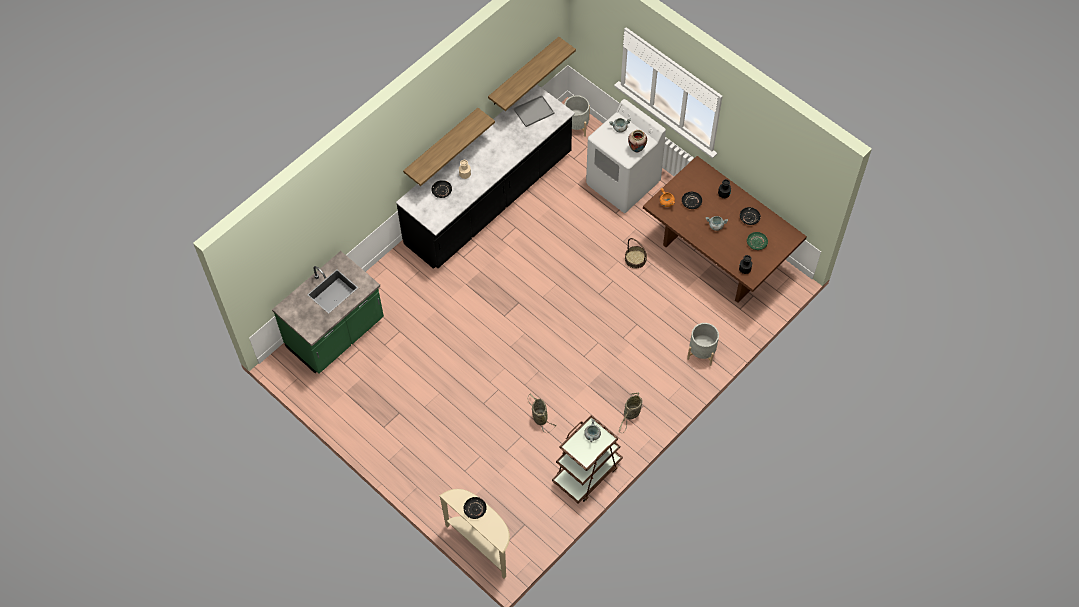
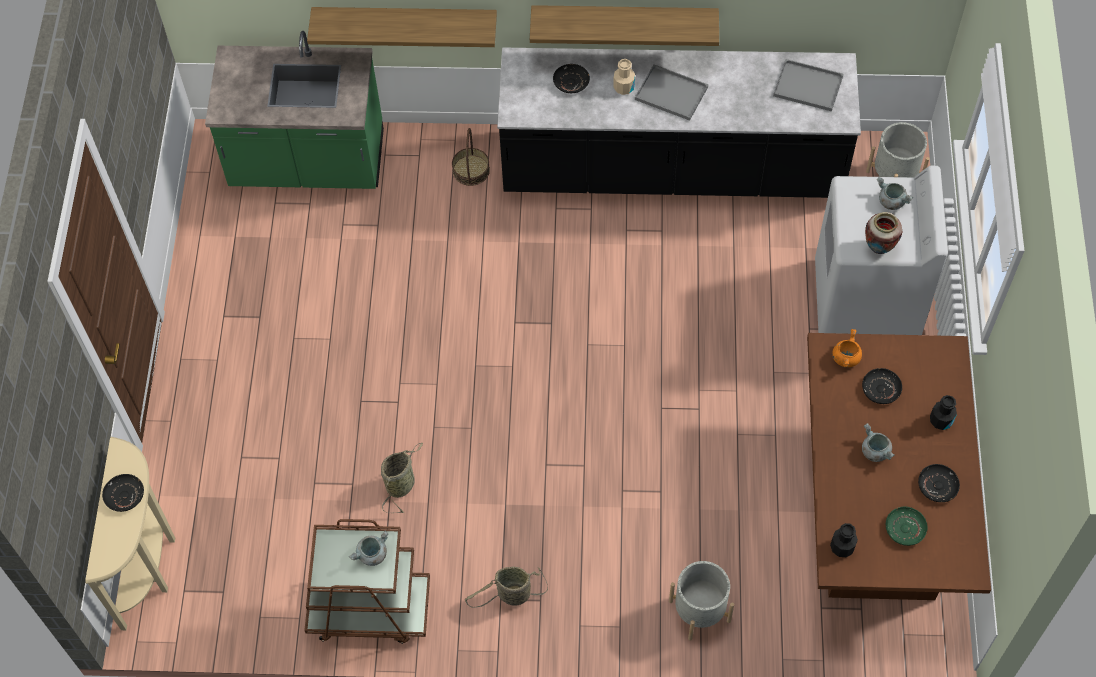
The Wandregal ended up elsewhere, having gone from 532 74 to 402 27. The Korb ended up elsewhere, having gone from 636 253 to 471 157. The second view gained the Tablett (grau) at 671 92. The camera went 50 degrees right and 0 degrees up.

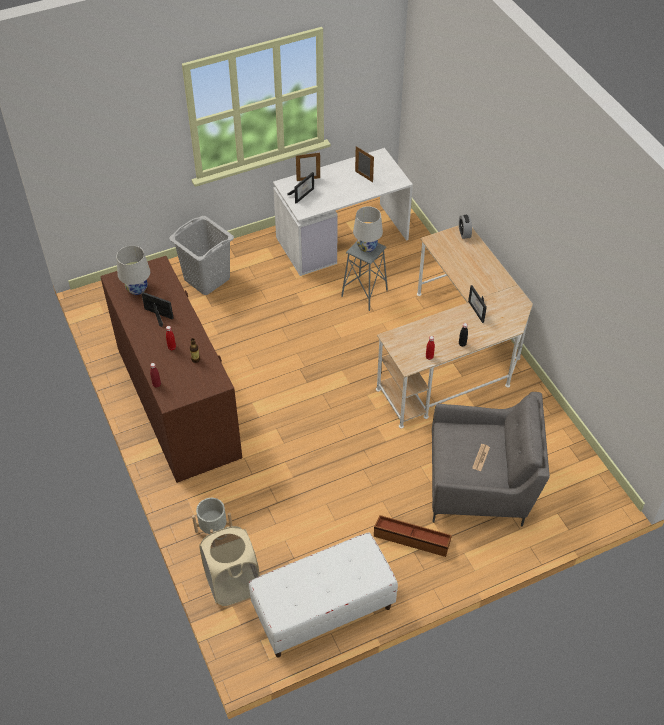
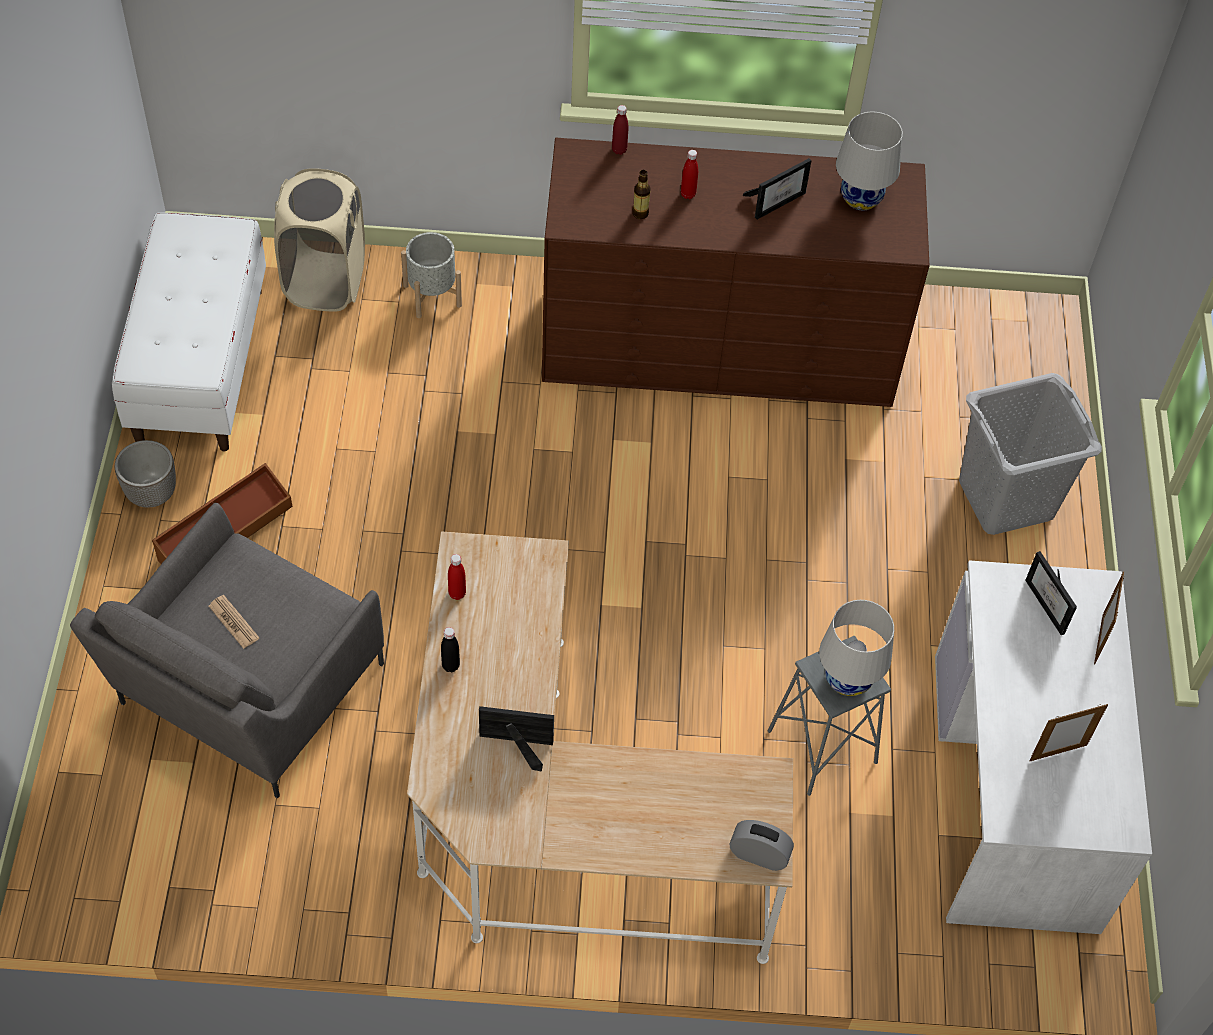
The second view gained the Pflanzkübel at 145 474. The camera went 115 degrees right and 5 degrees up.

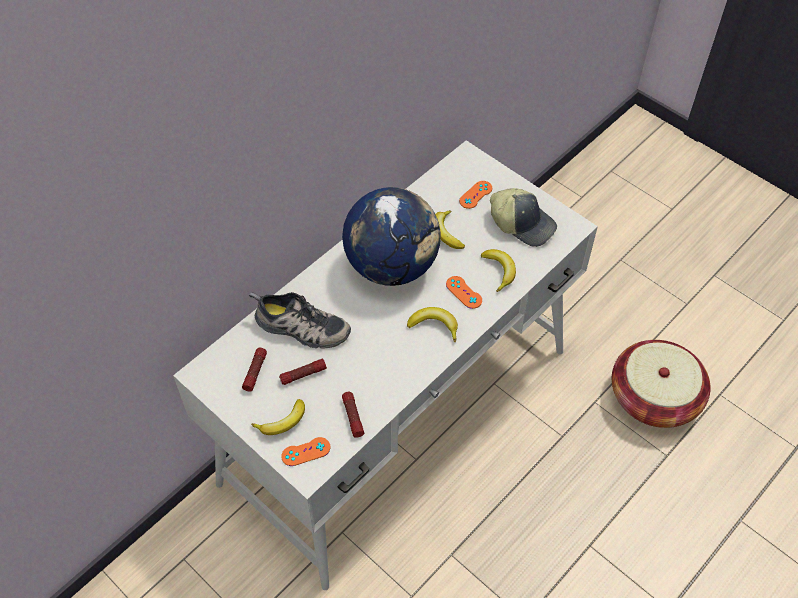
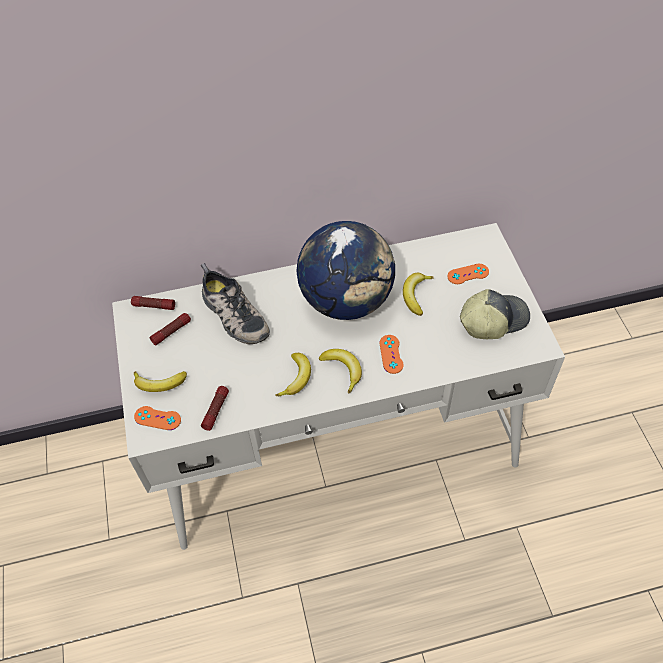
The Kappe at 523 217 ended up facing another way, 90 degrees counterclockwise from before. The Banane ended up elsewhere, having gone from 498 270 to 293 375. The second view lost the Korb at 661 384. The Taschenlampe ended up elsewhere, having gone from 303 371 to 153 303. The camera went 35 degrees right and 0 degrees up.

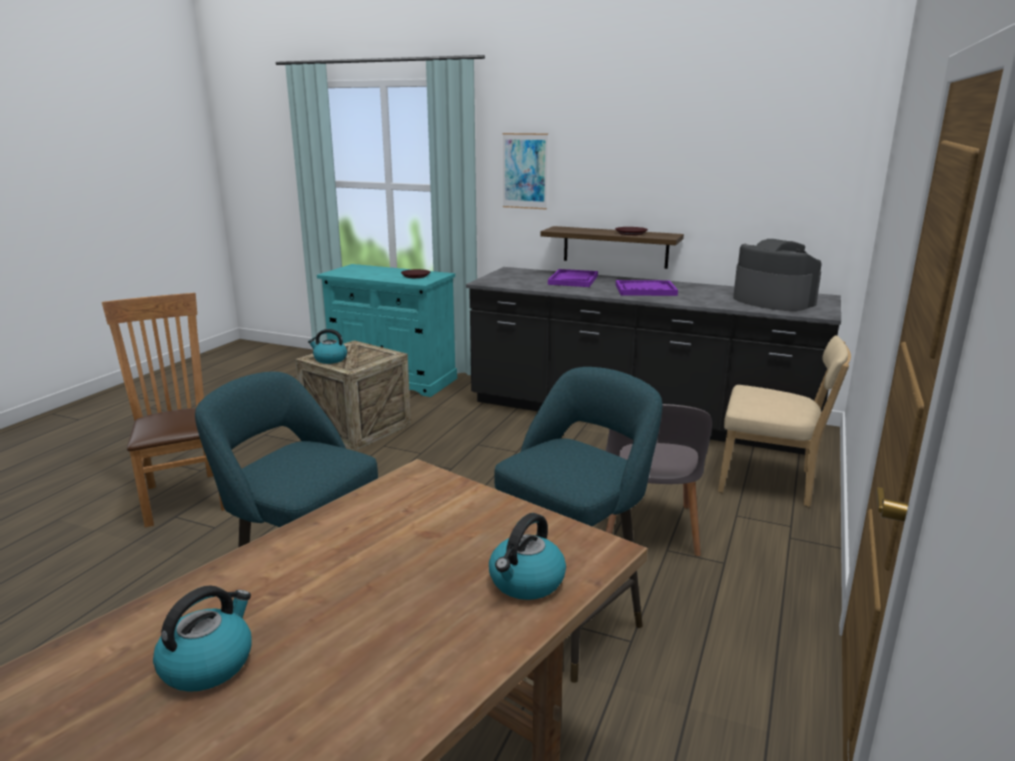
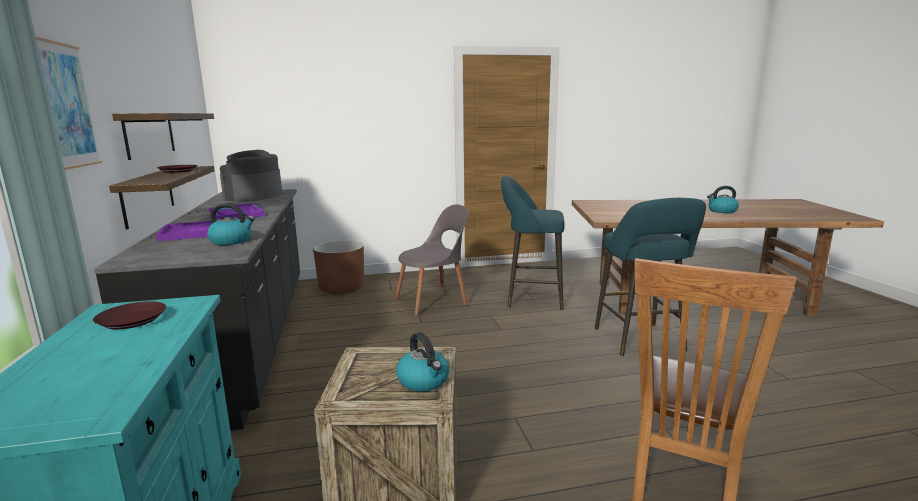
Where the Stuhl (beige) stood at 784 421, the Pflanzkübel (braun) came to stand at 338 267. The Wasserkessel ended up elsewhere, having gone from 527 556 to 231 224. The second view gained the Wandregal at 163 136. The camera went 125 degrees left and 5 degrees down.

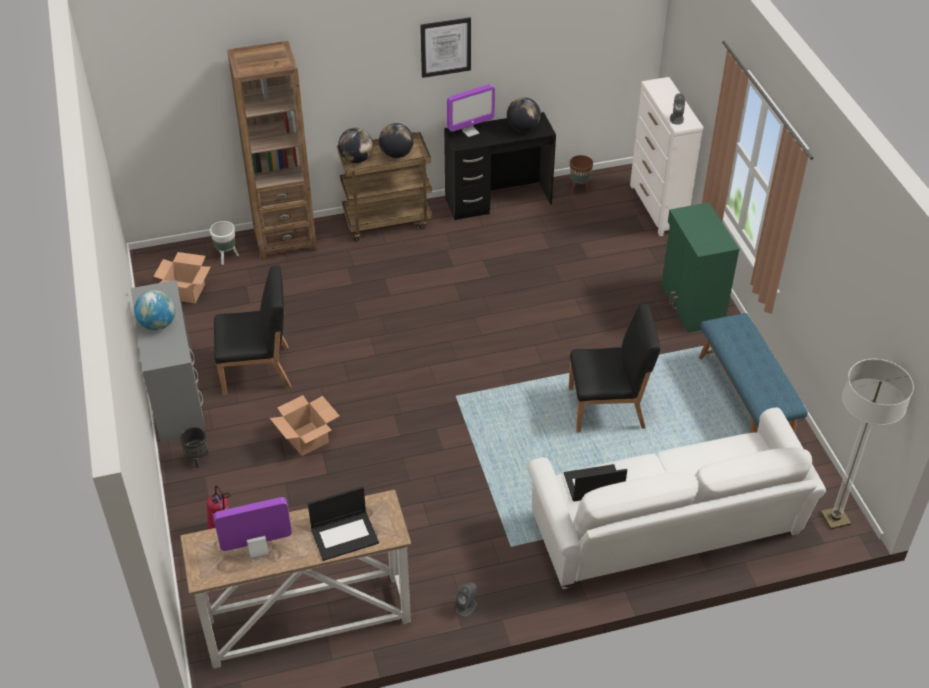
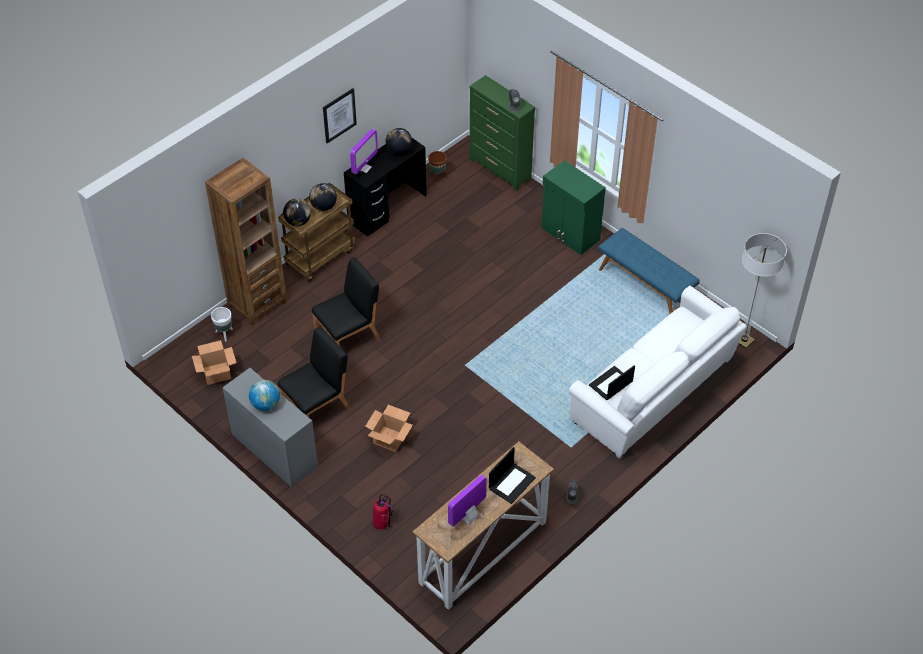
What was the Kommode (weiß) at 667 156 turned into the Kommode (grün) at 502 133. The Stuhl (schwarz) ended up elsewhere, having gone from 614 367 to 346 301. The second view lost the Pflanzkübel (schwarz) at 194 447. The camera went 30 degrees left and 5 degrees up.

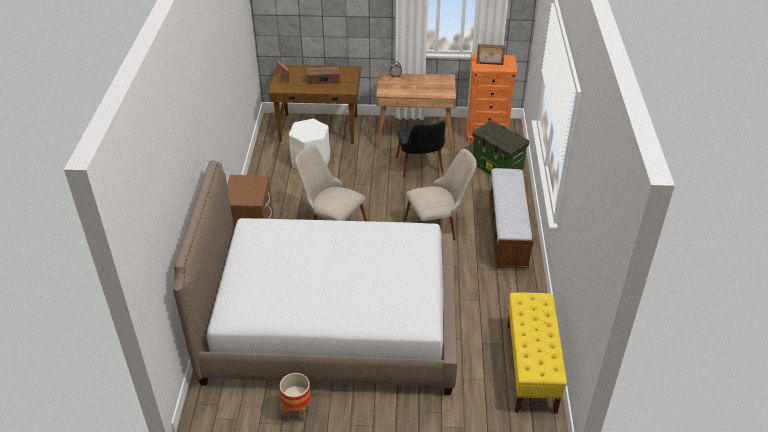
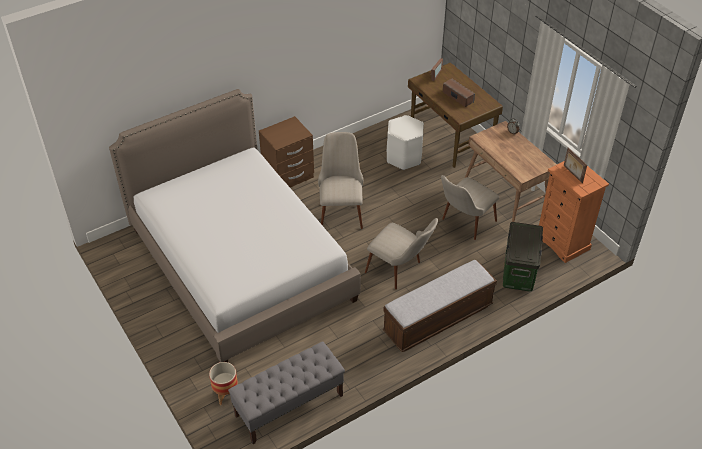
What was the Stuhl (schwarz) at 421 149 turned into the Stuhl (beige) at 470 207. What was the Bank (gelb) at 537 353 turned into the Bank (grau) at 286 392. The Pflanzkübel ended up elsewhere, having gone from 295 397 to 223 383. The camera went 55 degrees right and 5 degrees up.

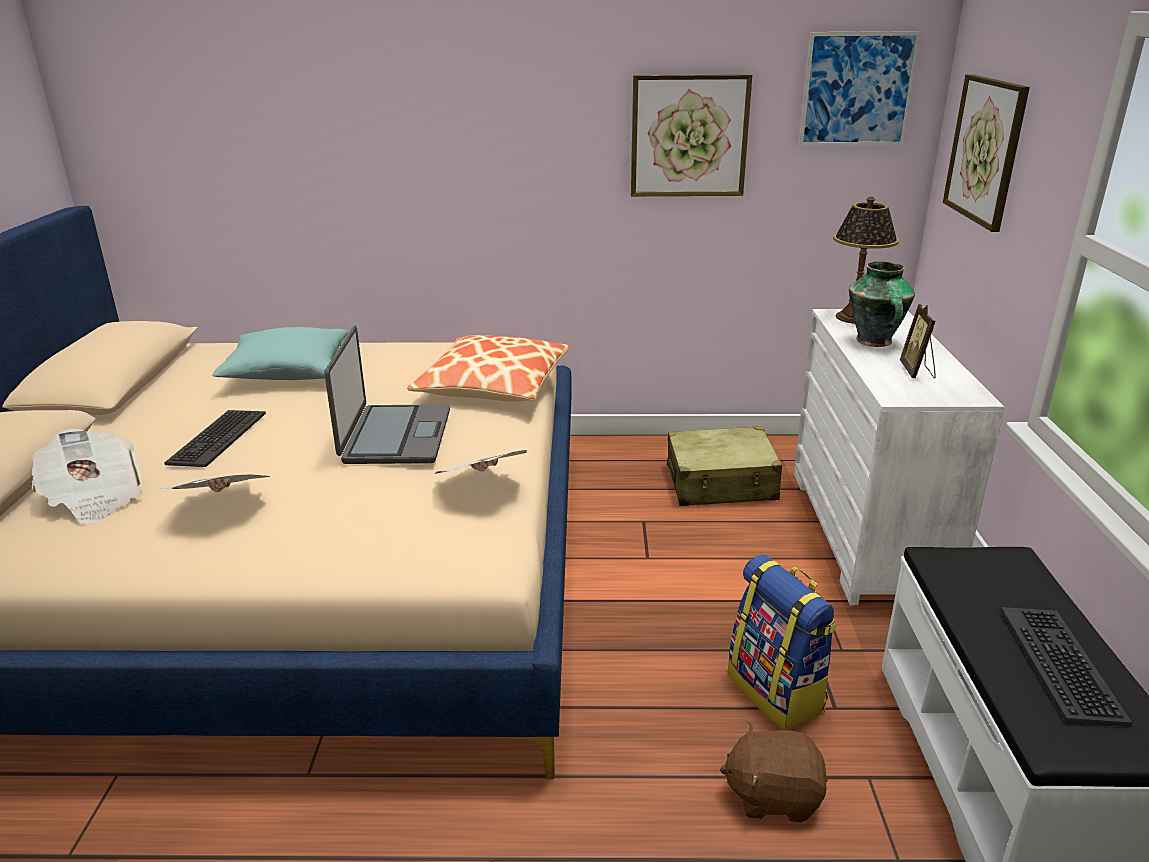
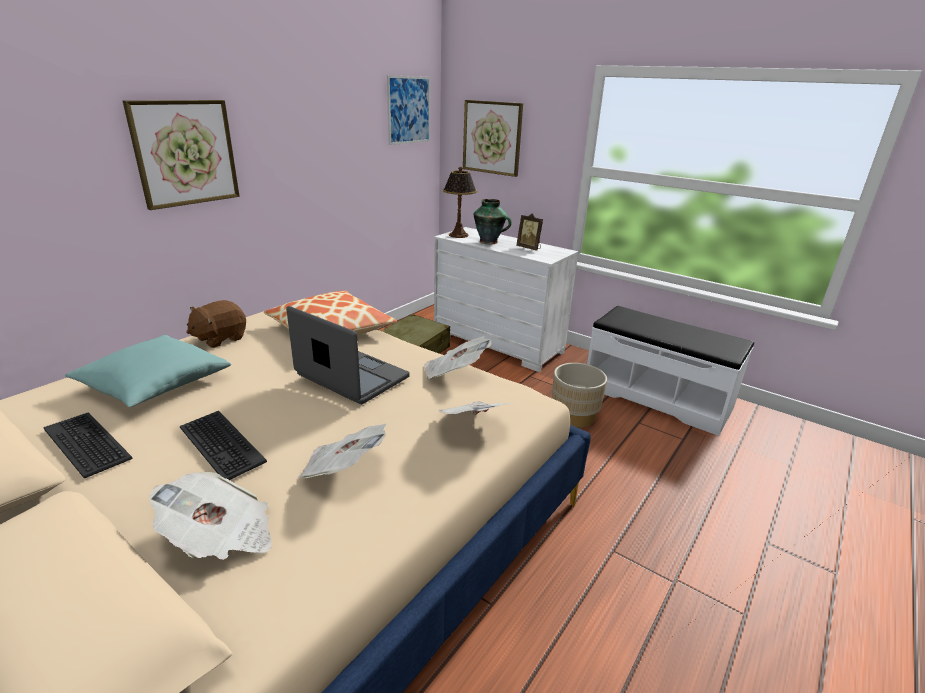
The Bild ended up elsewhere, having gone from 691 135 to 181 155. Where the Rucksack stood at 782 642, the Pflanzkübel (beige) came to stand at 579 395. The Tastatur ended up elsewhere, having gone from 1066 666 to 88 445. The Plüschtier (braun) ended up elsewhere, having gone from 774 772 to 216 324. The second view gained the Zeitung at 475 408. The camera went 55 degrees left and 0 degrees up.

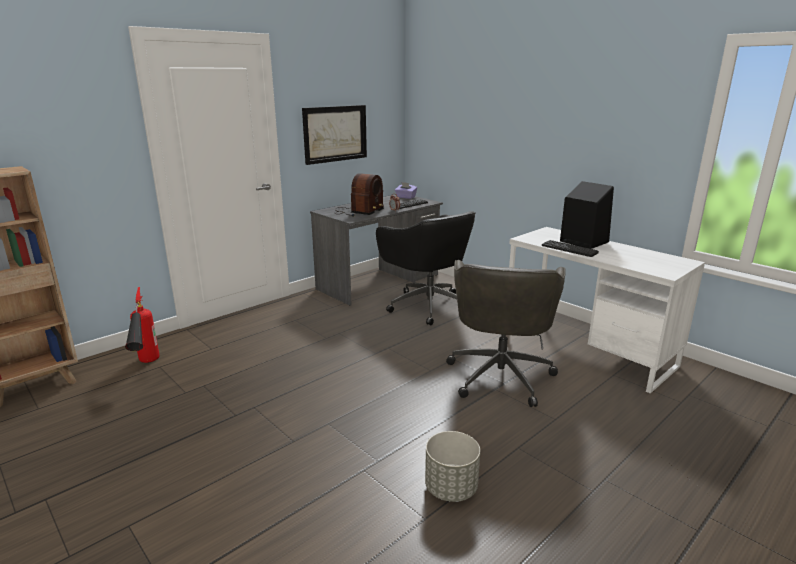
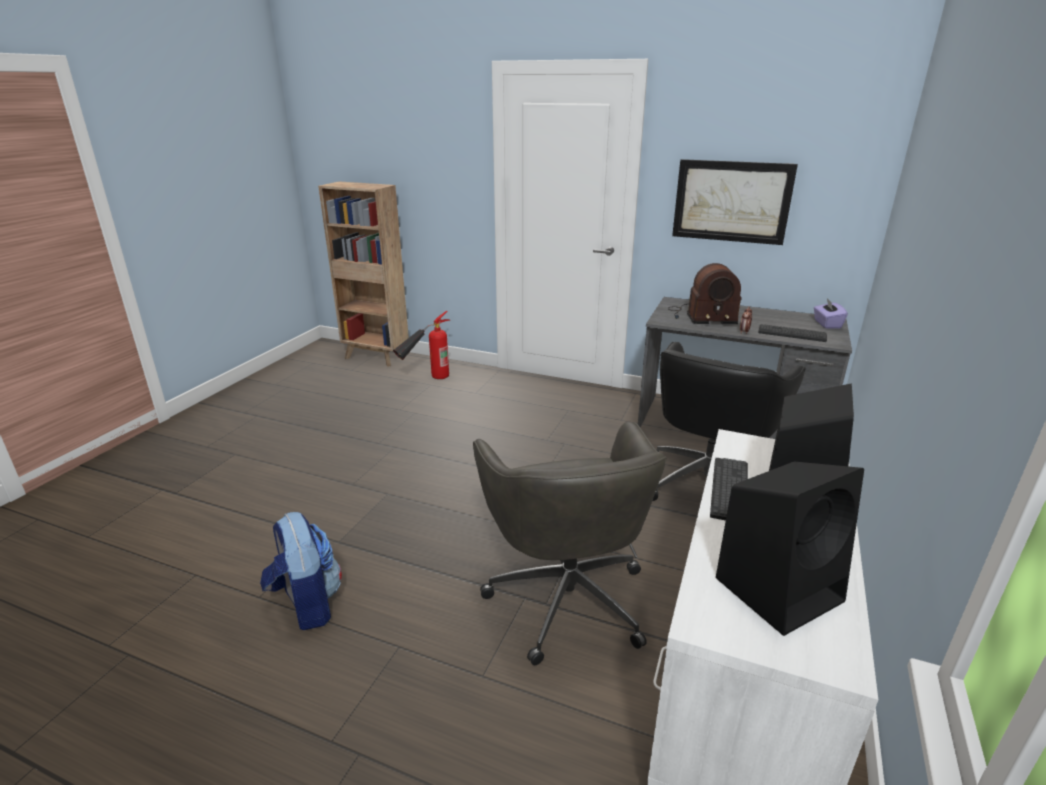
The Bürostuhl (grau) at 506 333 ended up facing another way, 90 degrees counterclockwise from before. Where the Pflanzkübel (grau) stood at 452 466, the Rucksack came to stand at 301 571. The second view gained the Lautsprecher (schwarz) at 790 548. The camera went 65 degrees right and 5 degrees up.

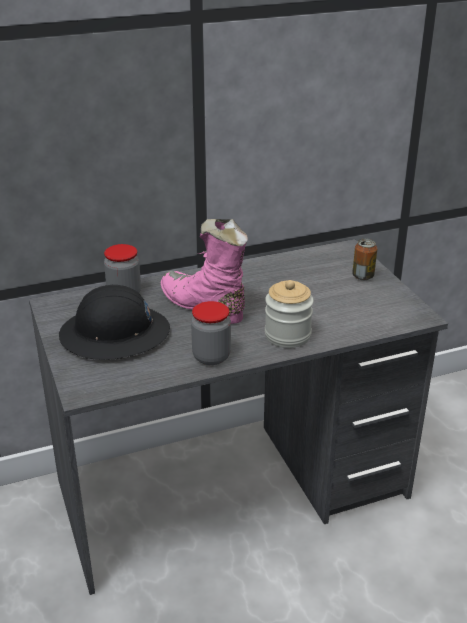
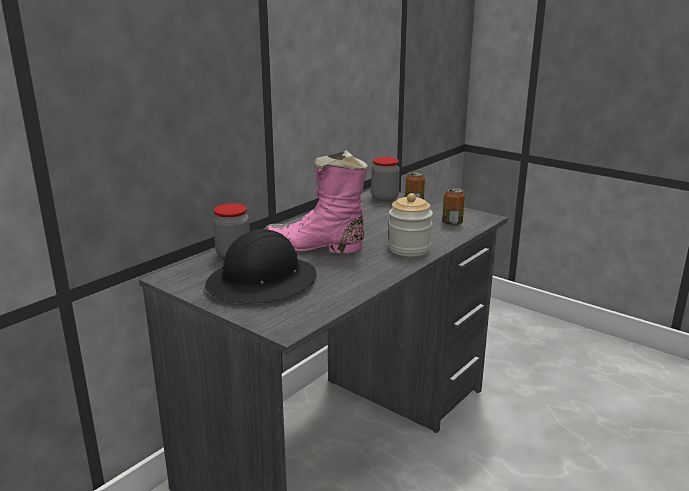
The Vorratsglas ended up elsewhere, having gone from 211 333 to 385 179. The second view gained the Dose at 453 206. The camera went 30 degrees left and 10 degrees down.

